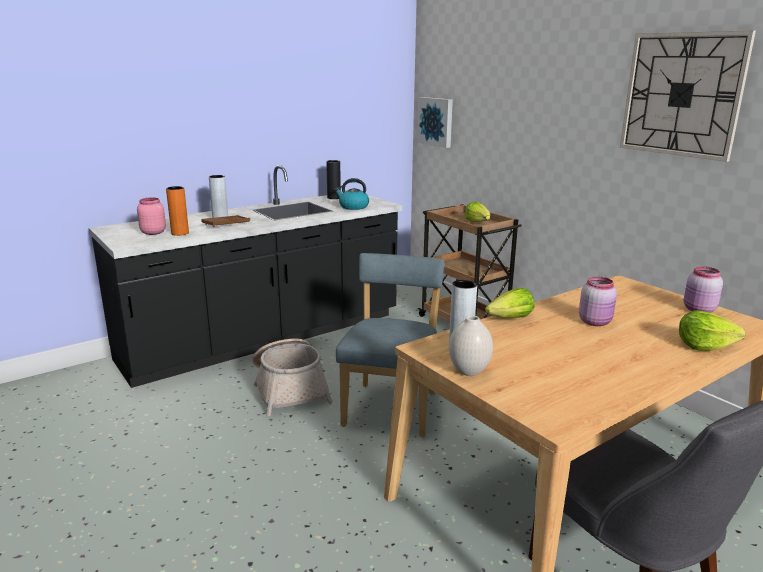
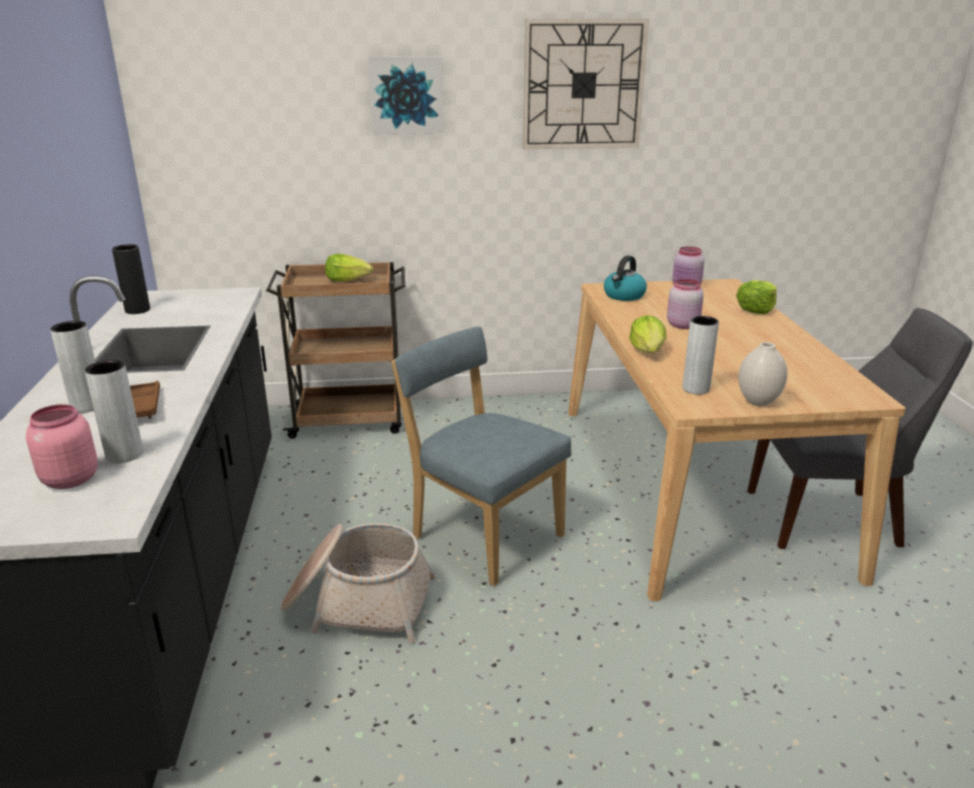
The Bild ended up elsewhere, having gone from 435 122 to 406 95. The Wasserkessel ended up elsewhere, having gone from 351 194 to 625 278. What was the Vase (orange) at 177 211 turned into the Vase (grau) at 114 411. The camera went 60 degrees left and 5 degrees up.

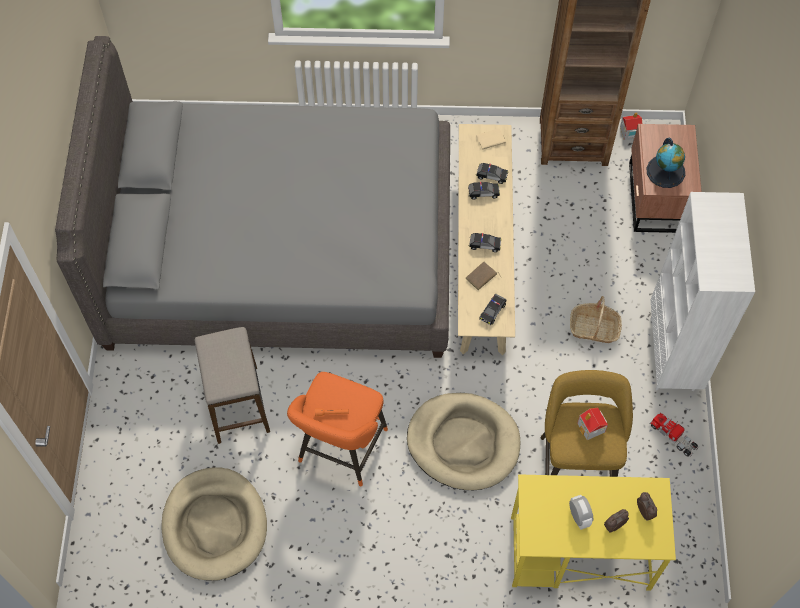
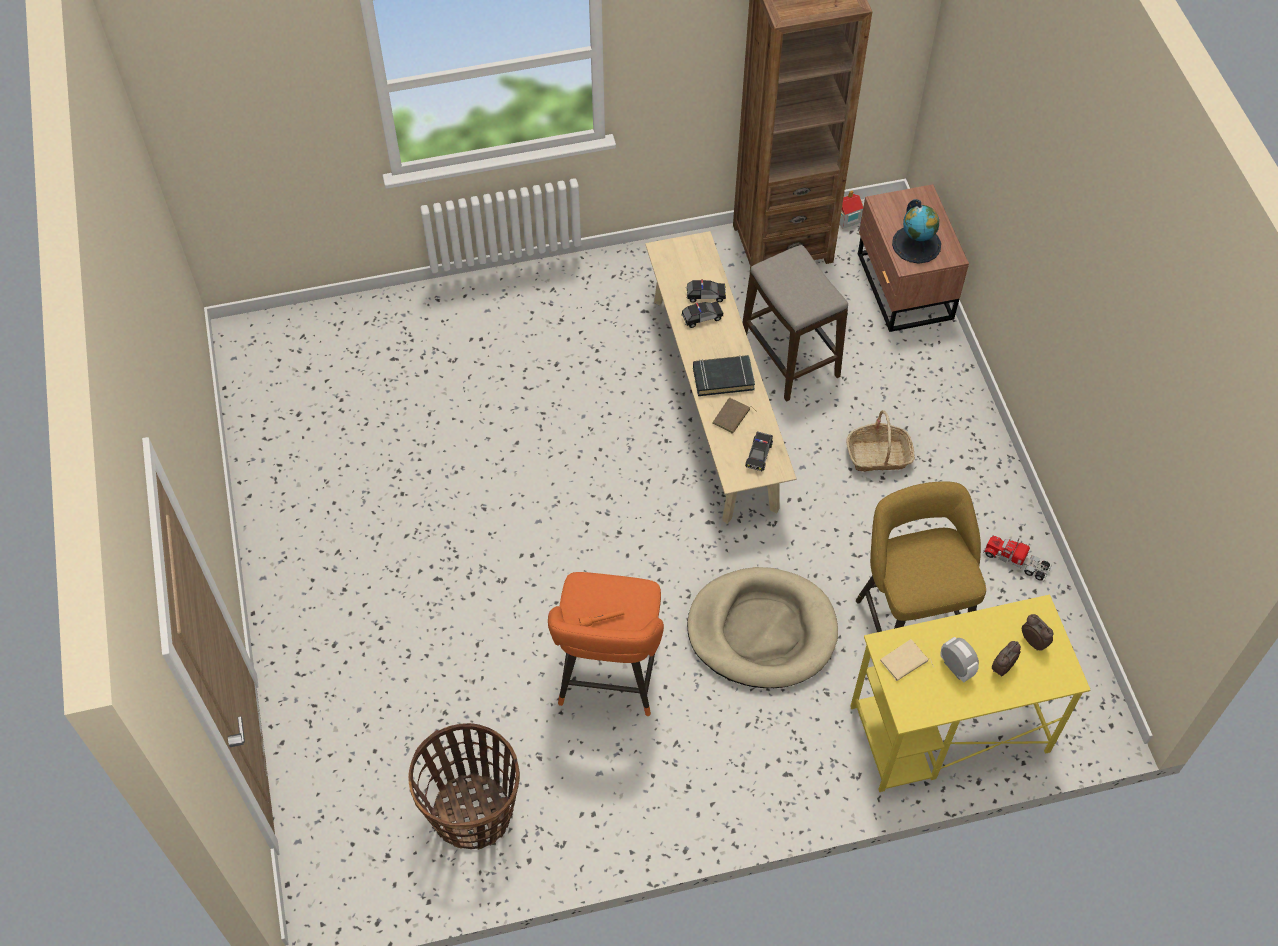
The second view lost the Bett (grau) at 252 197. The Buch (beige) ended up elsewhere, having gone from 492 139 to 907 660. The second view lost the Bücherregal (weiß) at 702 291. Where the Spielzeugauto stood at 485 242, the Buch (schwarz) came to stand at 724 375. The Hocker ended up elsewhere, having gone from 232 385 to 795 323. The second view lost the Spielzeughaus at 592 424. Where the Hundebett (beige) stood at 214 524, the Korb came to stand at 464 786. The camera went 15 degrees left and 5 degrees down.

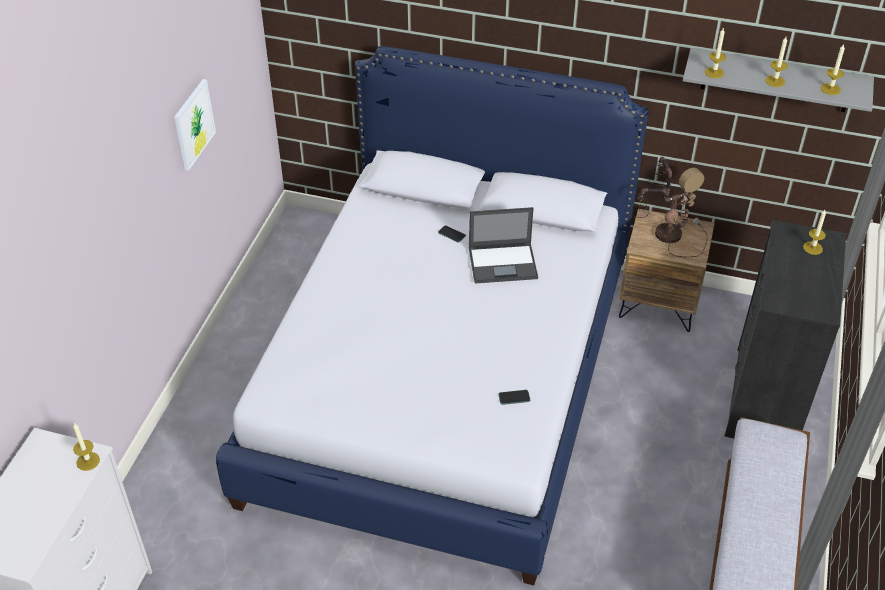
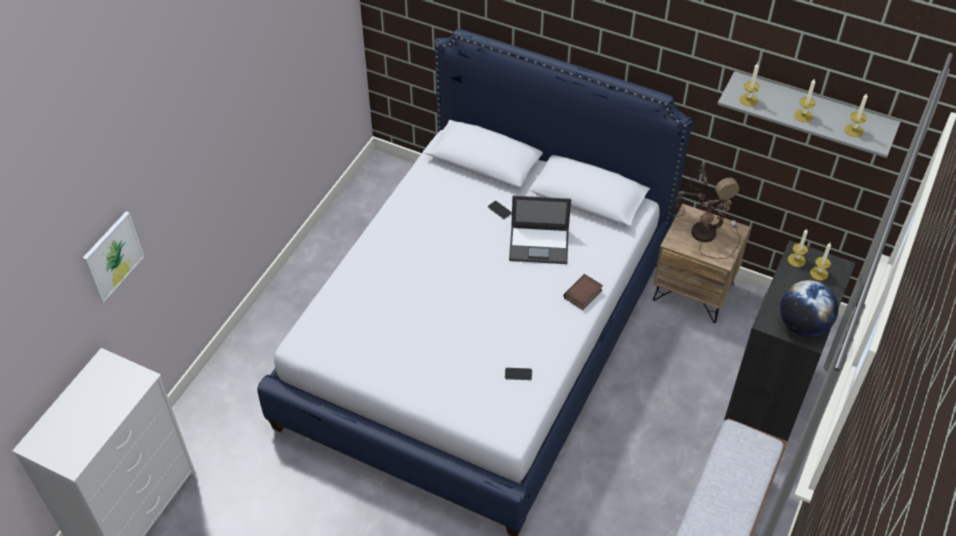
The Bild ended up elsewhere, having gone from 195 125 to 113 257. The Kerze ended up elsewhere, having gone from 86 447 to 798 248. The second view gained the Buch at 583 292. The second view gained the Globus at 809 308. The camera went 10 degrees right and 5 degrees up.

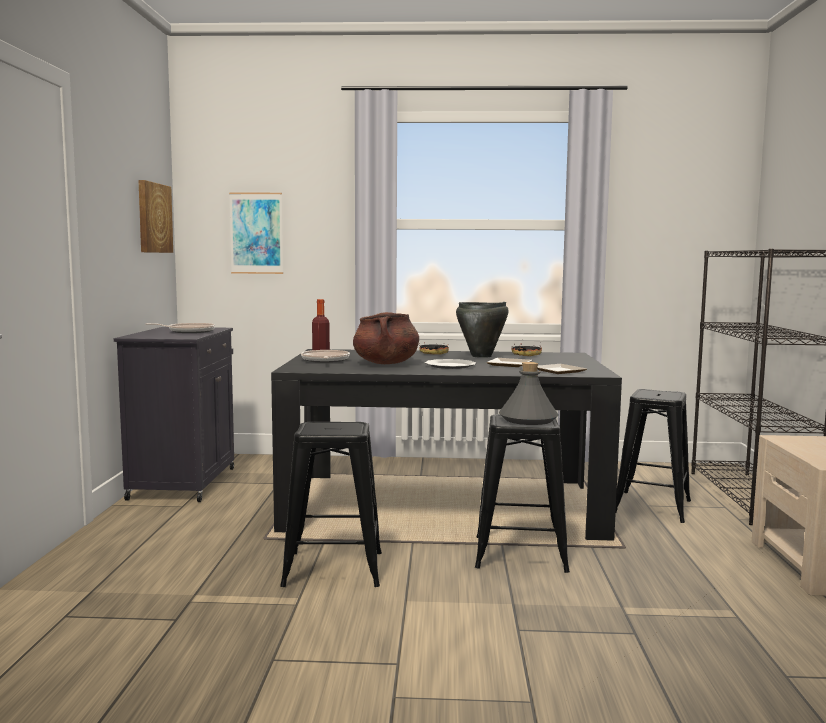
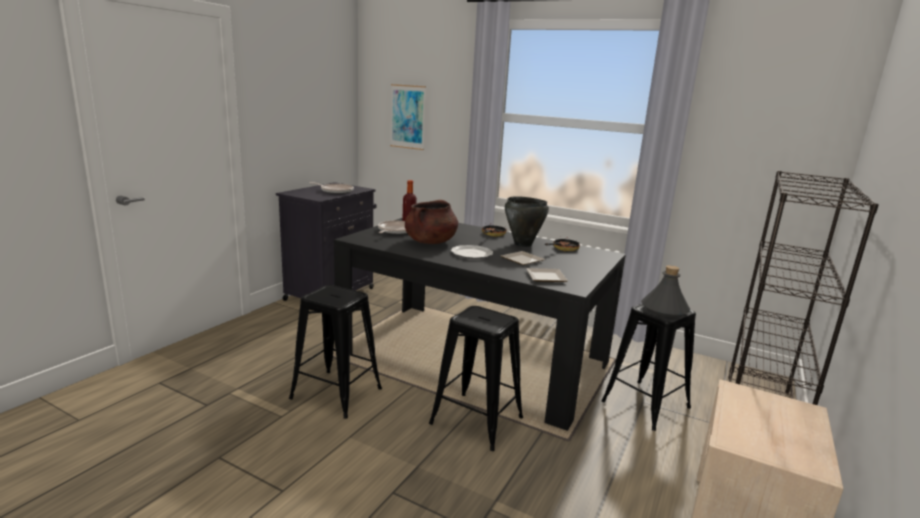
The second view lost the Bild at 155 216. The Flasche (grau) ended up elsewhere, having gone from 528 393 to 665 291. The camera went 25 degrees right and 10 degrees up.

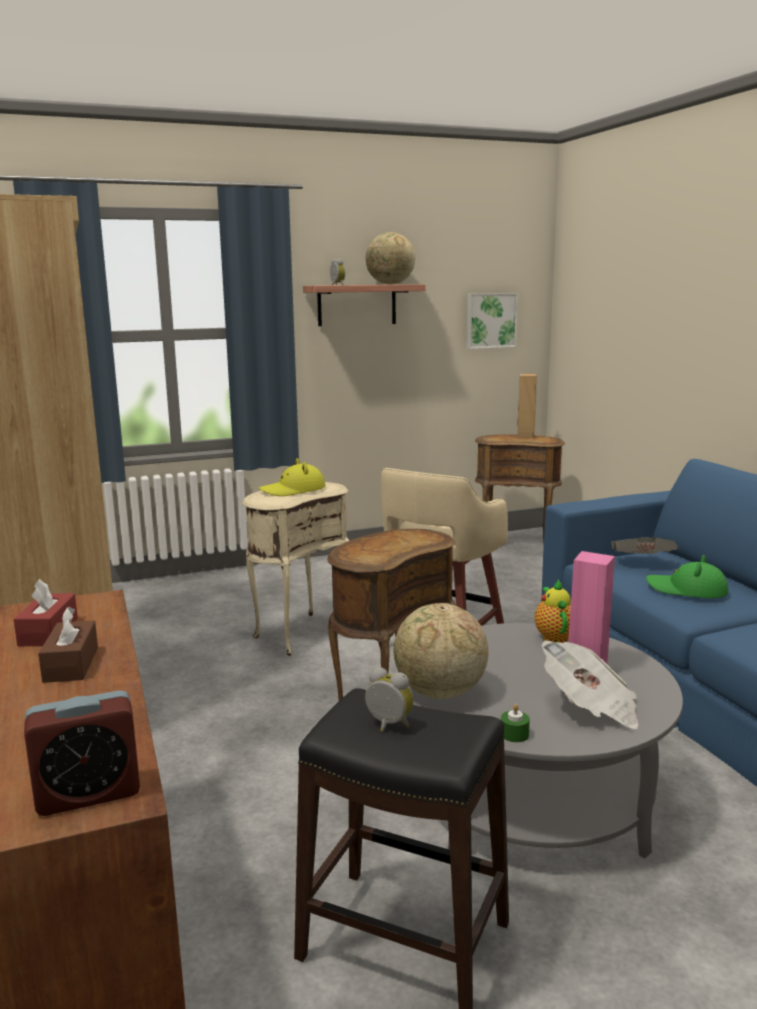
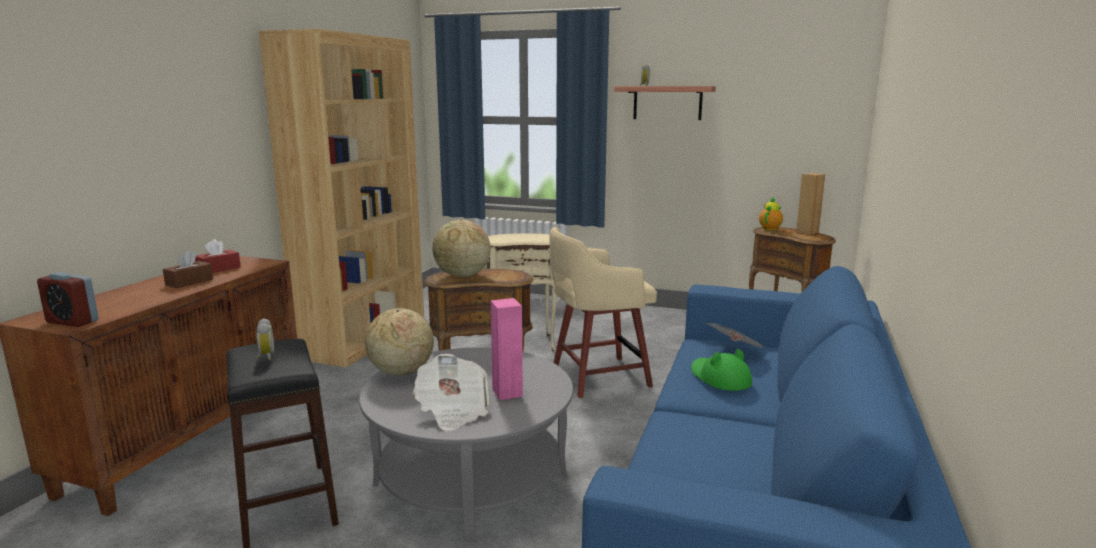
The Globus ended up elsewhere, having gone from 391 258 to 461 248. The second view lost the Bild at 492 321. The second view lost the Hut (gelb) at 292 477. The Teekanne ended up elsewhere, having gone from 552 611 to 771 214. The second view lost the Kerze (grün) at 515 723. The camera went 40 degrees right and 0 degrees up.

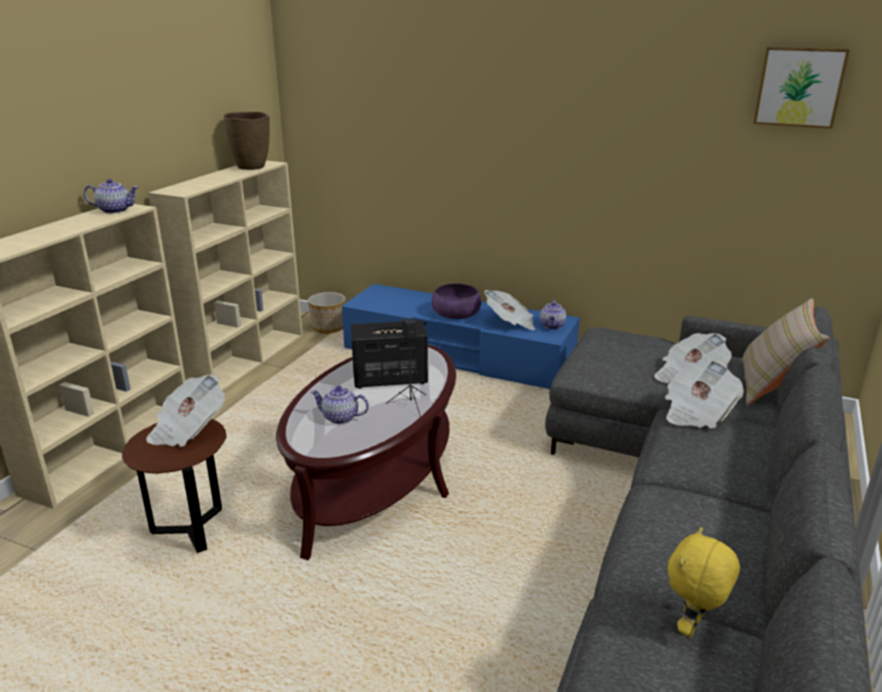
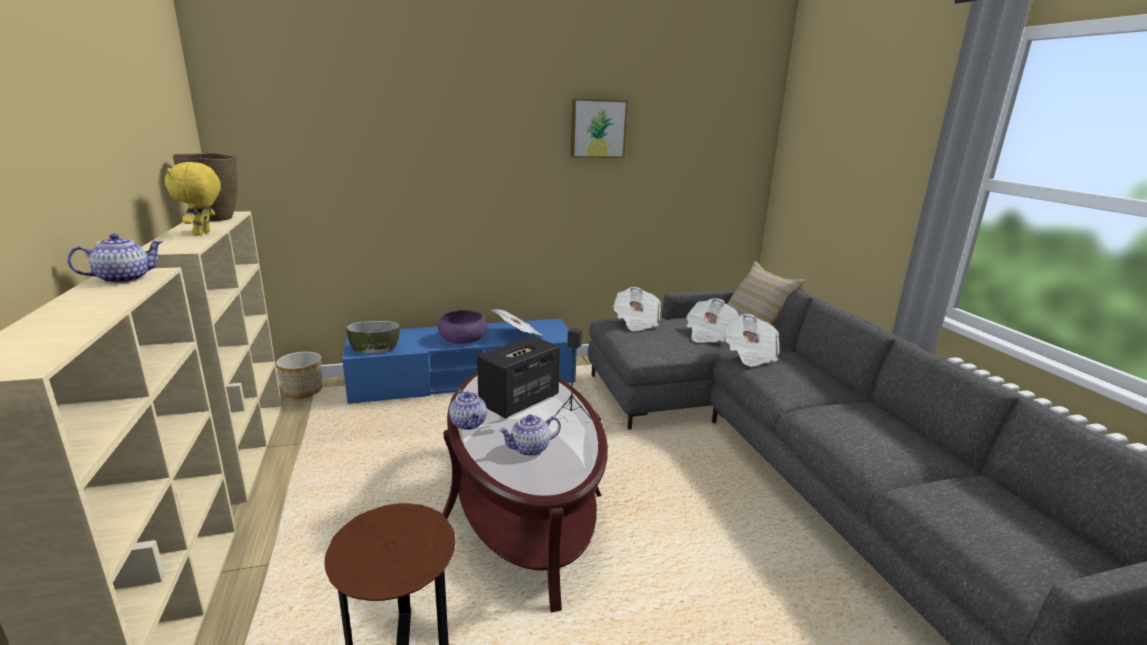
The Bild ended up elsewhere, having gone from 801 88 to 599 128. The Teekanne ended up elsewhere, having gone from 553 314 to 468 409. The Zeitung ended up elsewhere, having gone from 185 411 to 637 309. The Plüschtier (gelb) ended up elsewhere, having gone from 704 582 to 193 199. The second view gained the Schüssel at 373 337. The camera went 40 degrees left and 5 degrees down.

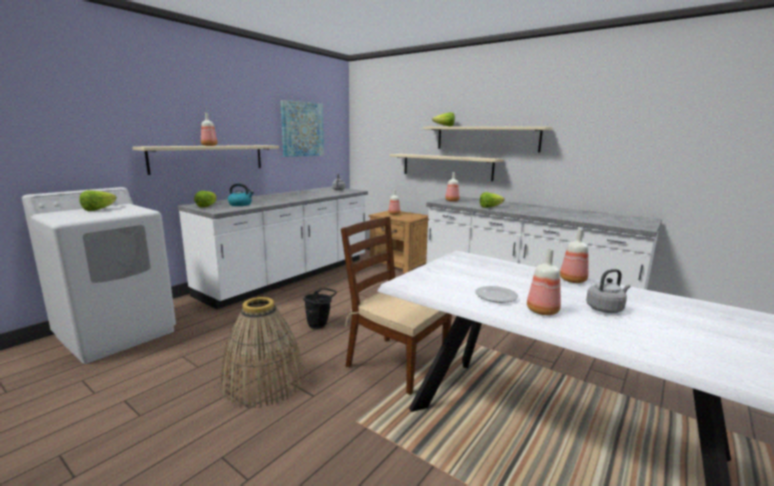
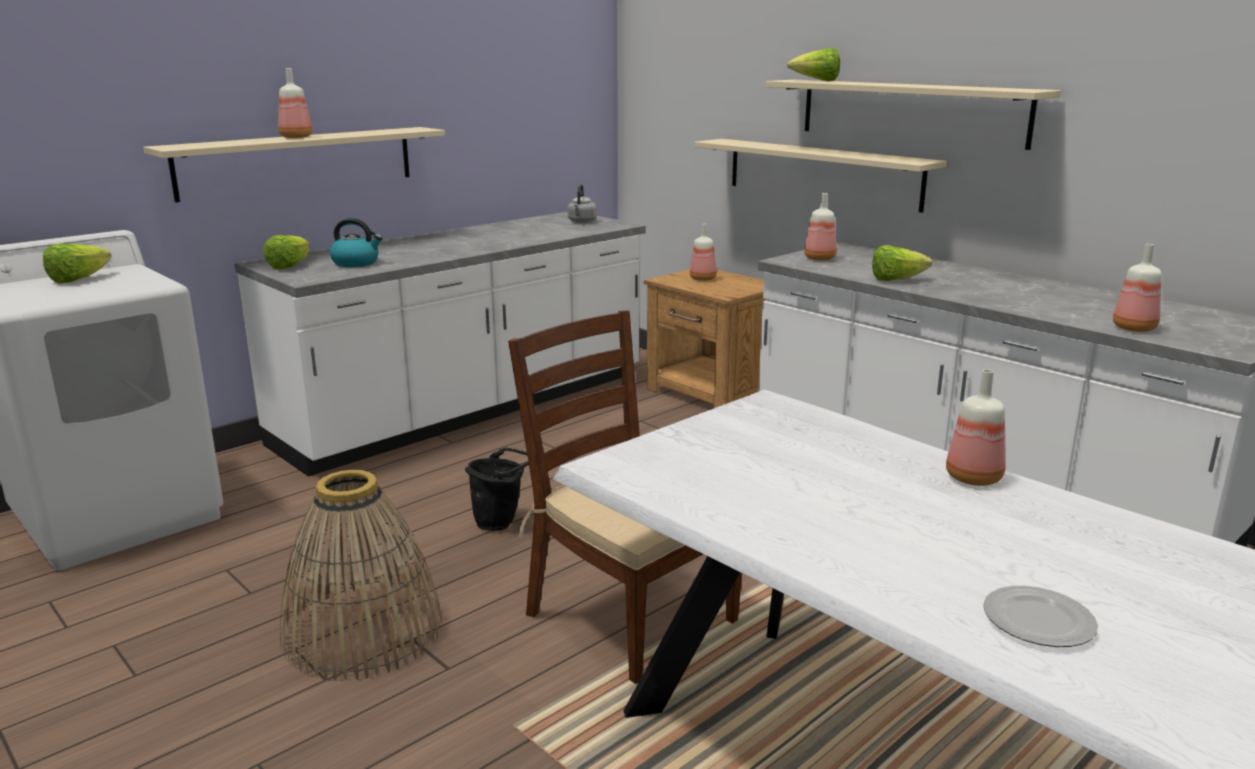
The second view lost the Bild at 302 128. The Flasche ended up elsewhere, having gone from 544 282 to 1137 288. The second view lost the Wasserkessel (grau) at 608 291. The Teller ended up elsewhere, having gone from 496 294 to 1040 616. The camera went 10 degrees right and 5 degrees up.

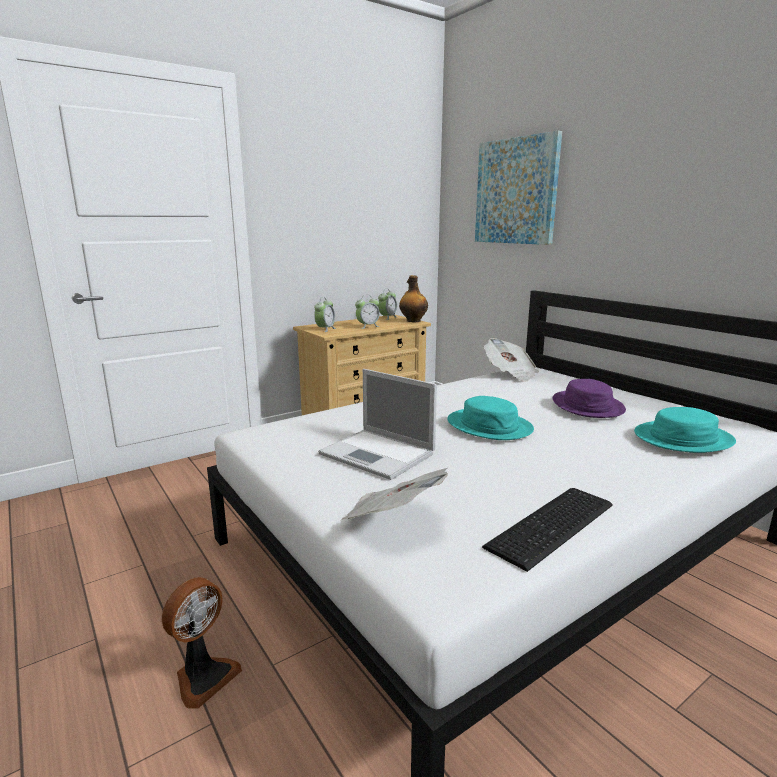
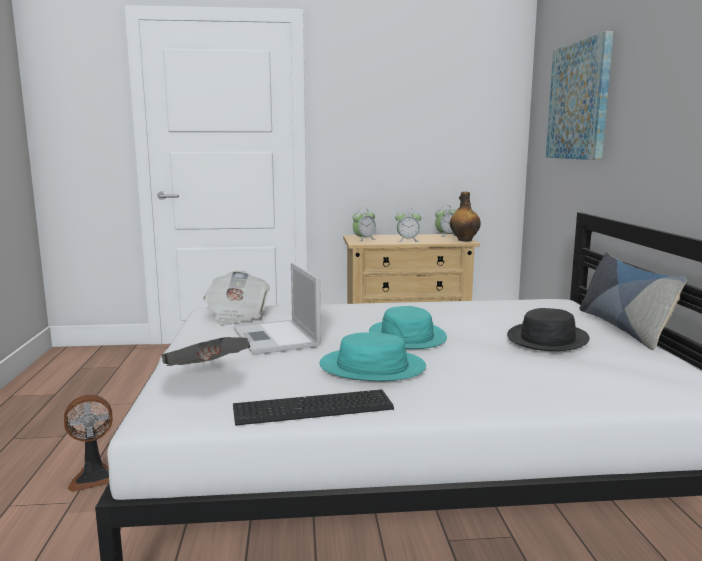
The Zeitung ended up elsewhere, having gone from 511 360 to 236 298. What was the Hut (lila) at 589 398 turned into the Hut (schwarz) at 548 329. The Hut (türkis) ended up elsewhere, having gone from 685 430 to 372 356. The second view gained the Kissen at 633 301. The camera went 30 degrees right and 5 degrees down.

